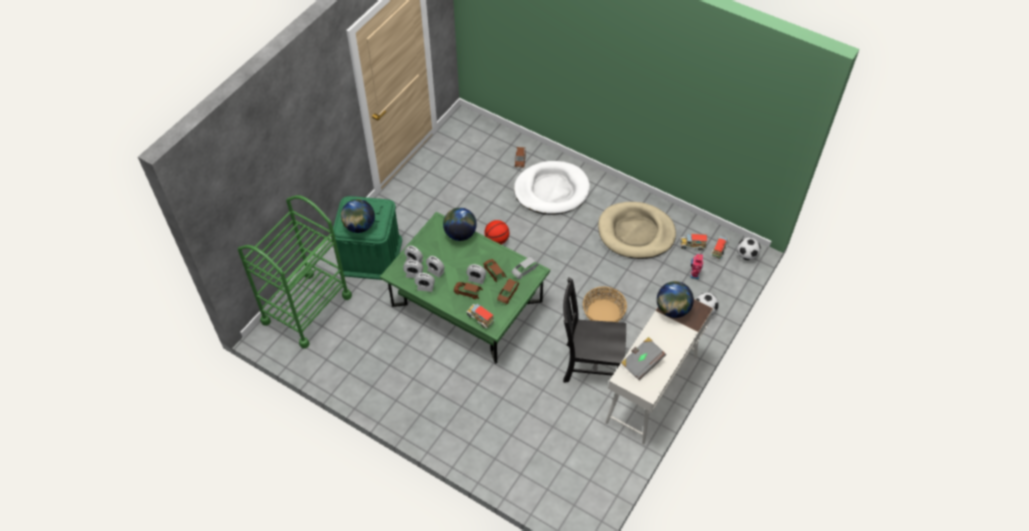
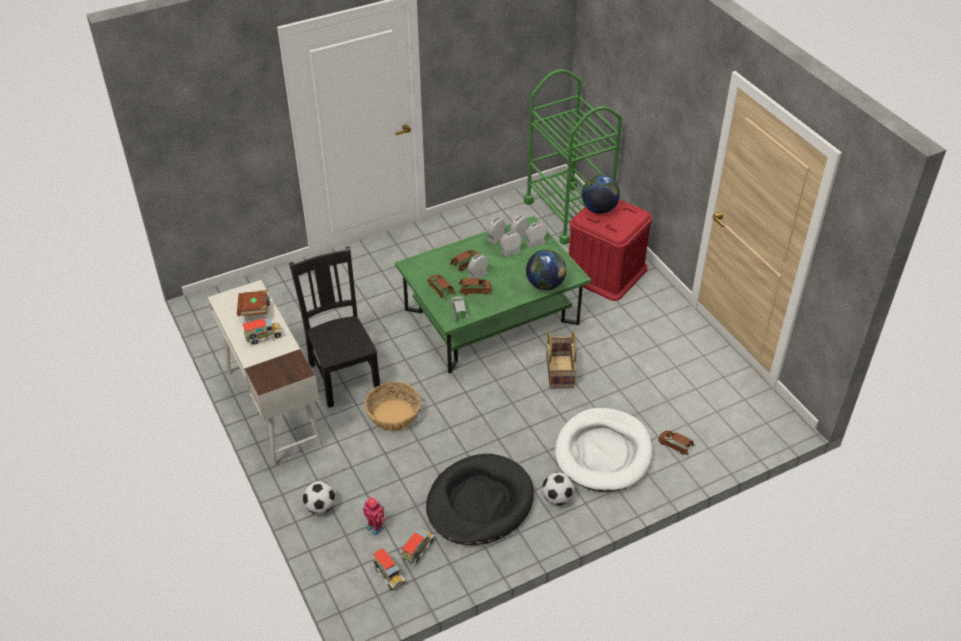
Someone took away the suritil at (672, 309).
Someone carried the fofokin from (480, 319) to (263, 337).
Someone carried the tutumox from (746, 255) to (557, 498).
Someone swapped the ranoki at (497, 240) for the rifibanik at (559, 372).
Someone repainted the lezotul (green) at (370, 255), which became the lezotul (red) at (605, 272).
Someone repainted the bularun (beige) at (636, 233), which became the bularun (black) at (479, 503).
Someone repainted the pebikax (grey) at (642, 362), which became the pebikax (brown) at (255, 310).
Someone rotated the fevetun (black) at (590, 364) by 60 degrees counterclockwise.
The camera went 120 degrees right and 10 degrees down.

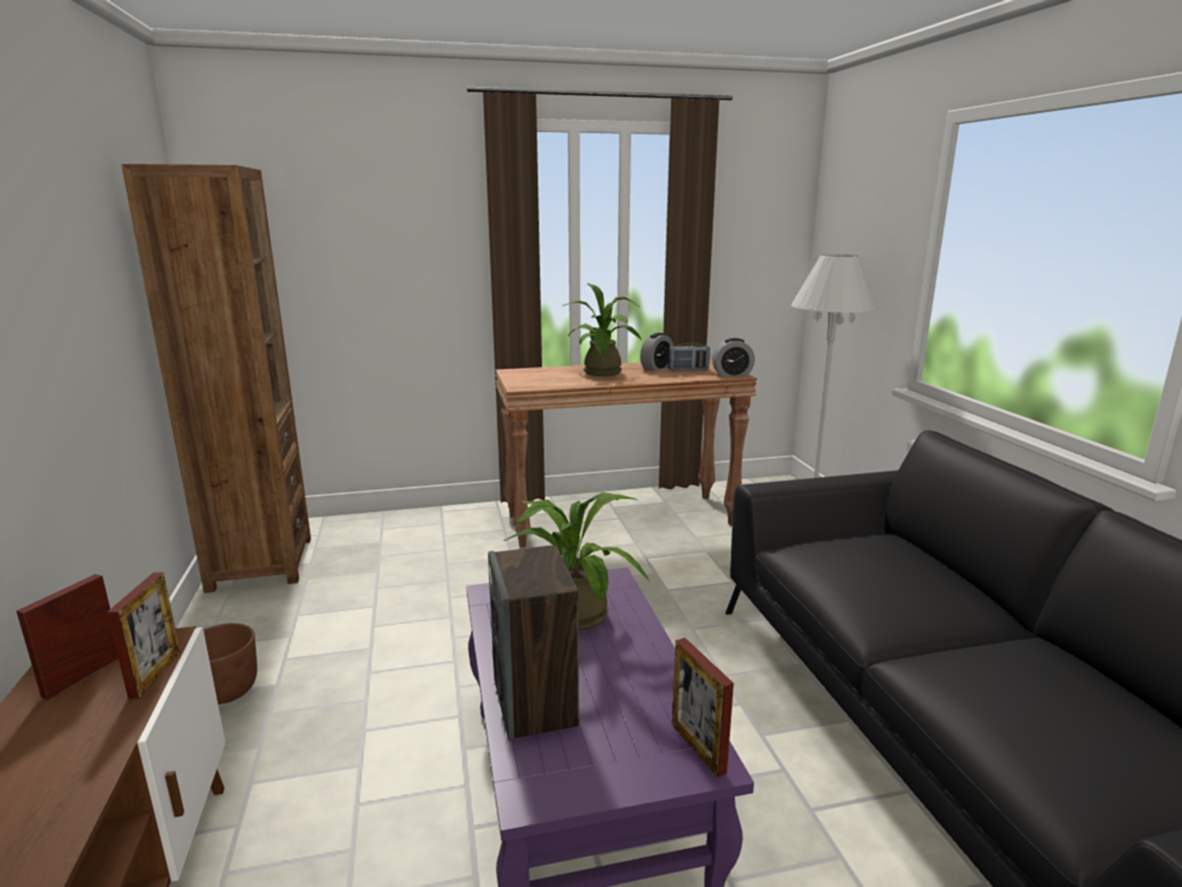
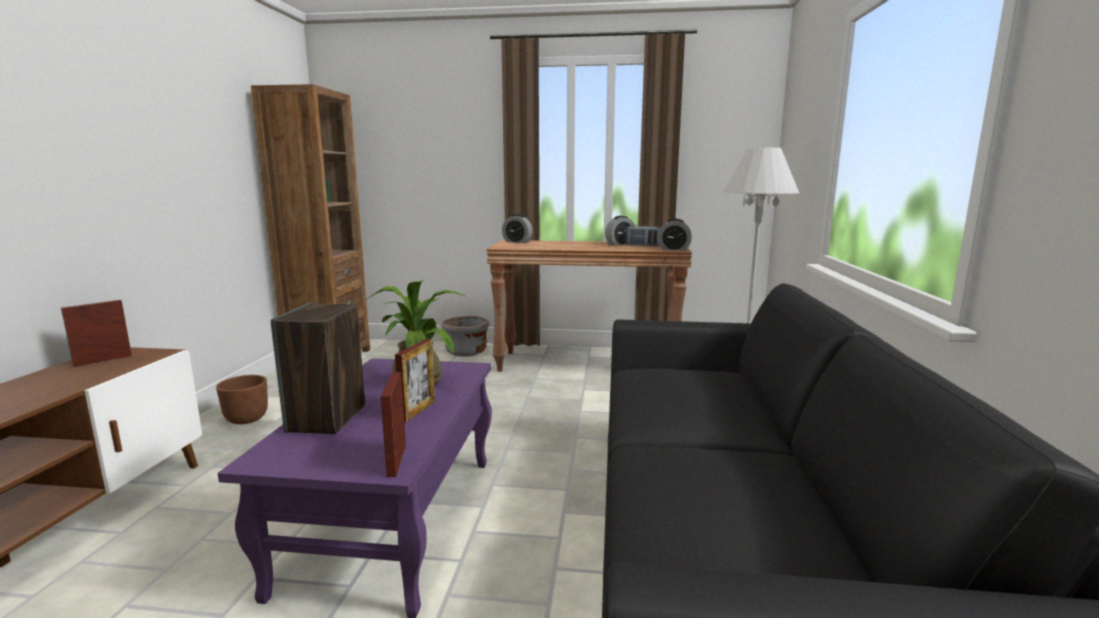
Someone took away the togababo at (603, 374).
Someone put down the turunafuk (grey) at (466, 352).
Someone put down the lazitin at (517, 242).
Someone carried the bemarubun from (155, 674) to (418, 411).
The camera went 20 degrees right and 5 degrees down.

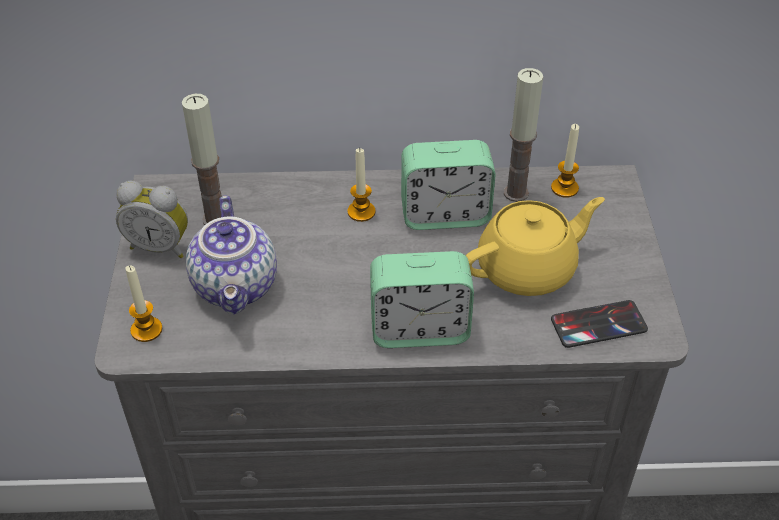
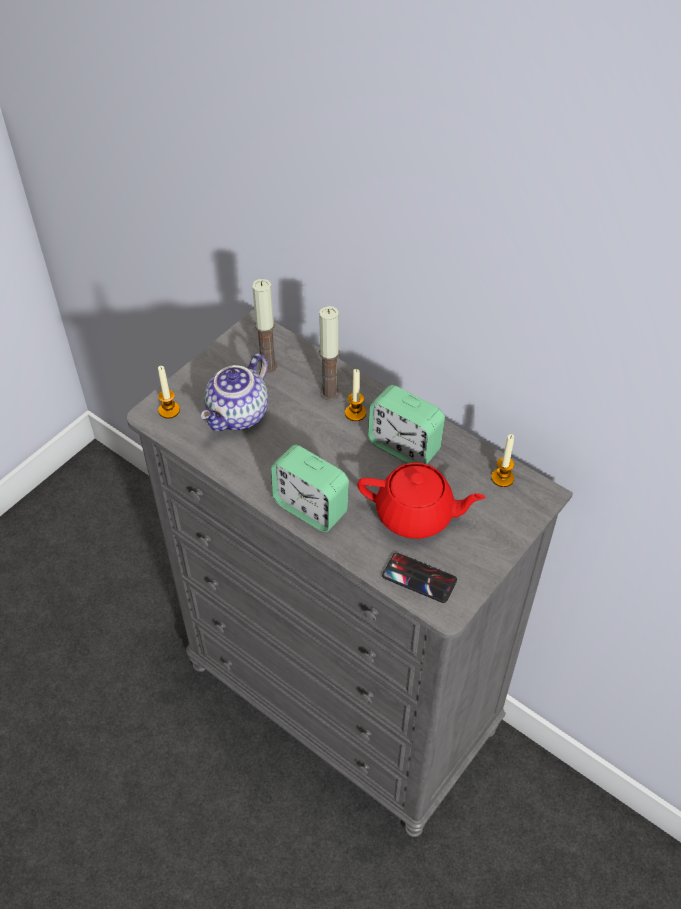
Someone took away the lazitin at (160, 246).
Someone carried the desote from (516, 193) to (329, 393).
Someone repainted the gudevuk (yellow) at (528, 269), which became the gudevuk (red) at (416, 515).
The camera went 40 degrees right and 5 degrees up.

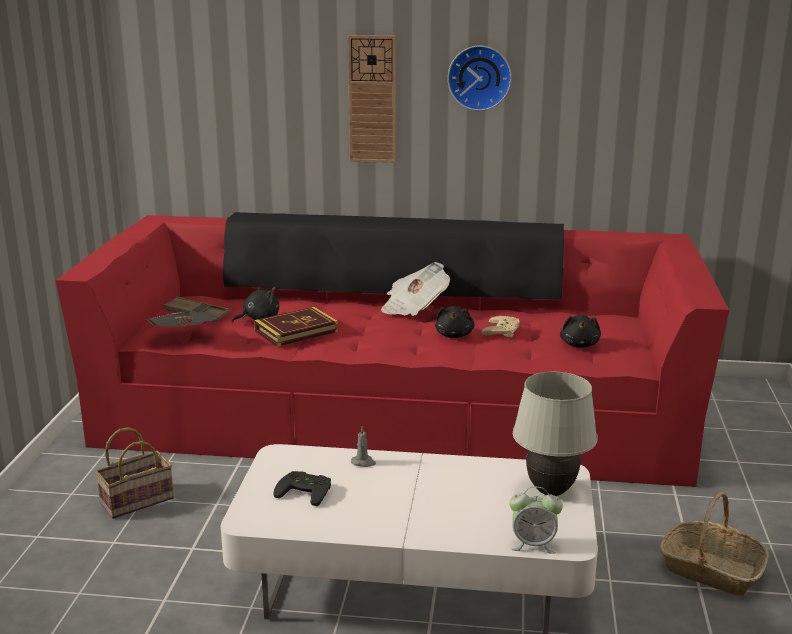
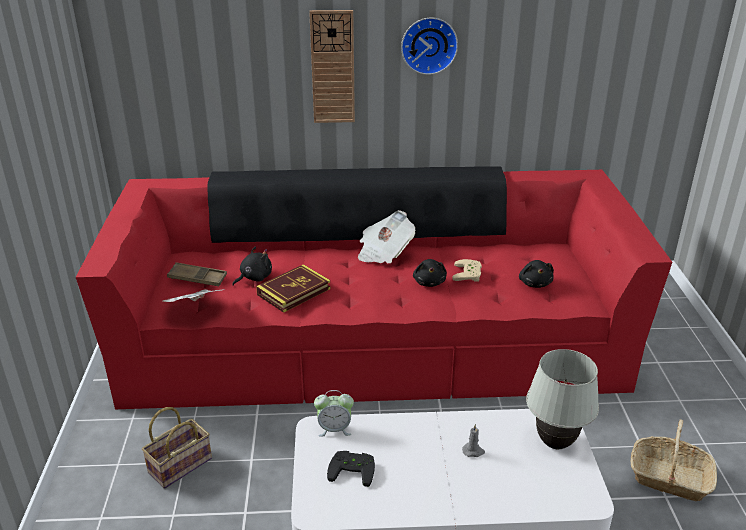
Someone carried the desote (grey) from (363, 462) to (473, 451).
Someone carried the lazitin from (533, 544) to (334, 429).
The camera went 10 degrees left and 10 degrees up.

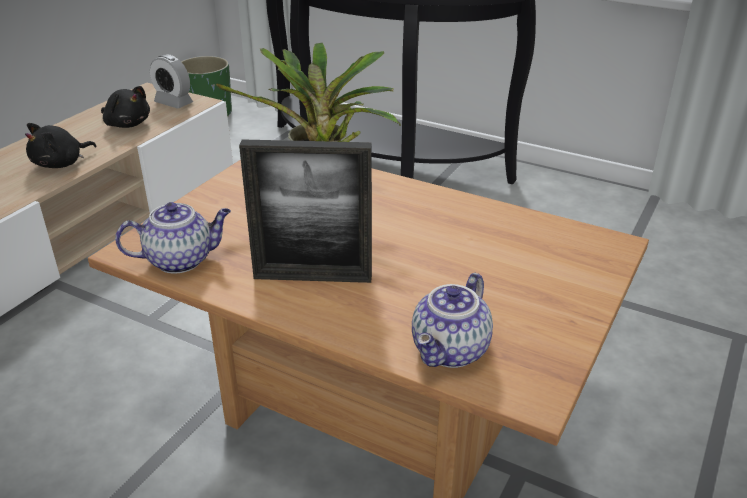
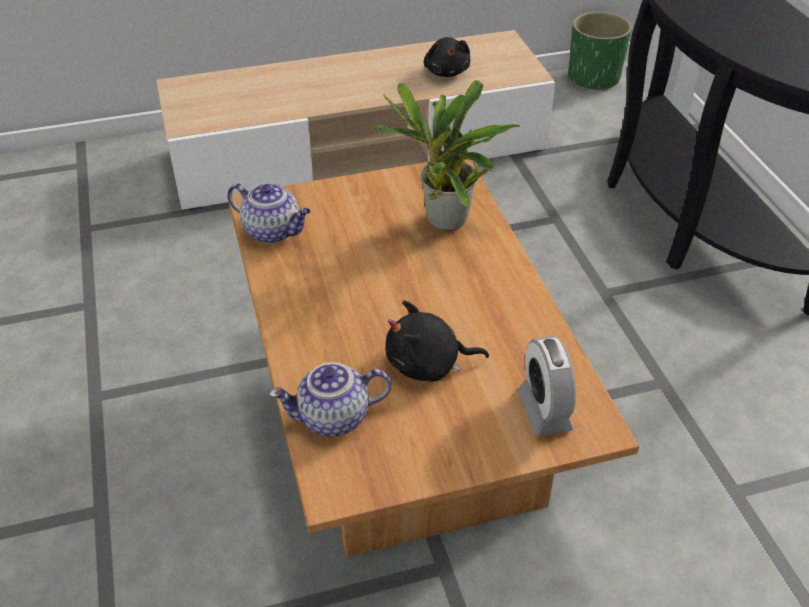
Someone took away the bemarubun at (312, 277).
Someone carried the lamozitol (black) from (61, 164) to (428, 364).
Someone carried the lazitin from (173, 103) to (544, 410).
The camera went 45 degrees right and 10 degrees up.

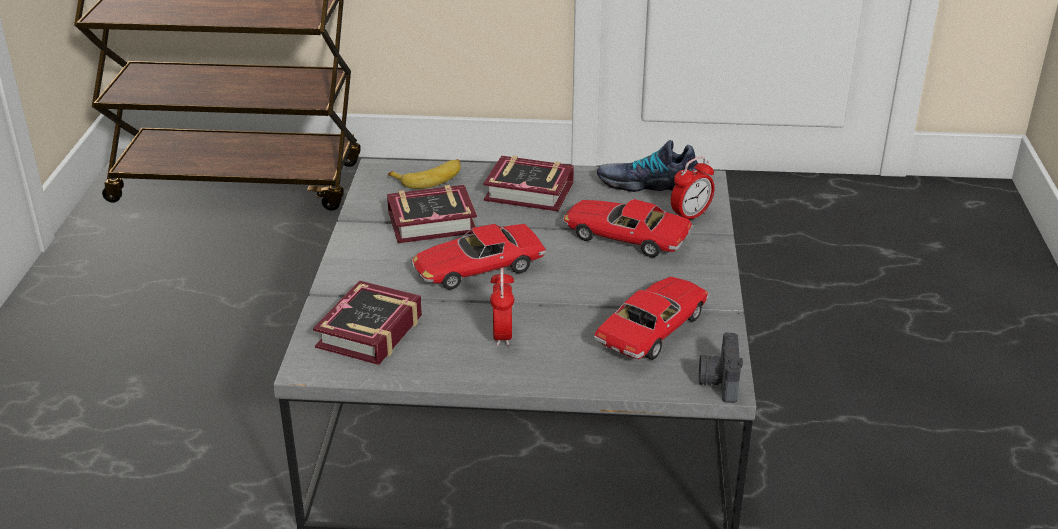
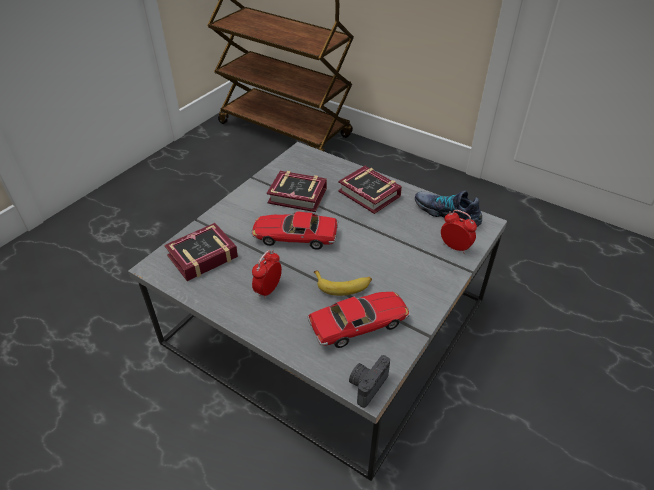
Someone took away the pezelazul at (625, 238).
Someone carried the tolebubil from (429, 178) to (343, 285).
Someone rotated the lazitin at (690, 216) by 135 degrees counterclockwise.
The camera went 30 degrees right and 10 degrees up.

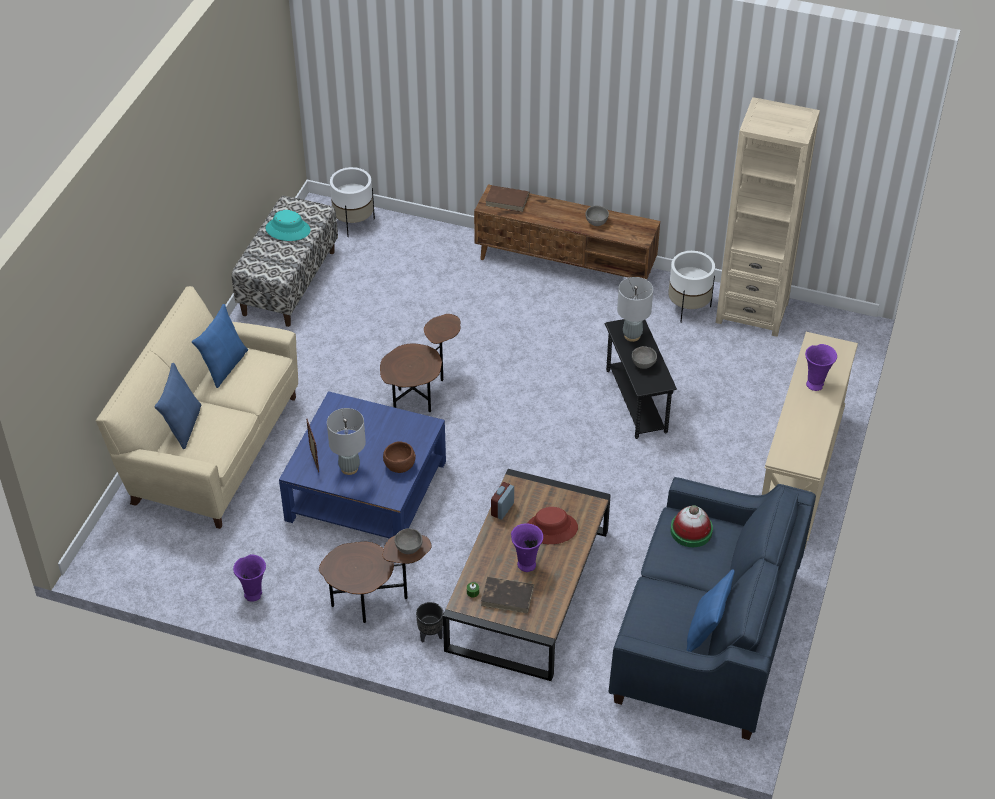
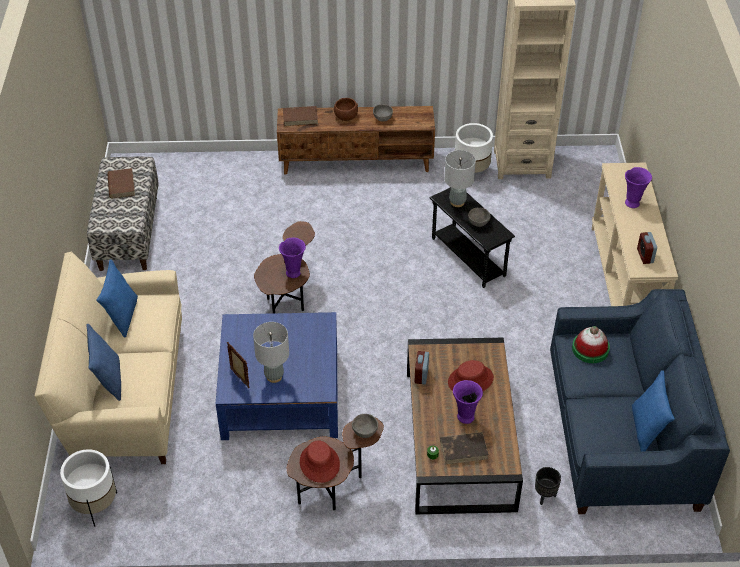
Someone put down the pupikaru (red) at (319, 463).
Someone put down the lazitin at (645, 256).
Someone carried the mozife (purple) from (254, 593) to (293, 272).
Someone carried the turunafuk (white) from (353, 223) to (95, 505).
Someone carried the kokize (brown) from (399, 465) to (345, 116).
Someone carried the turunafuk (black) from (431, 635) to (545, 496).
Someone swapped the pupikaru (turquoise) at (288, 229) for the pebikax (brown) at (121, 185).
The camera went 20 degrees left and 0 degrees up.

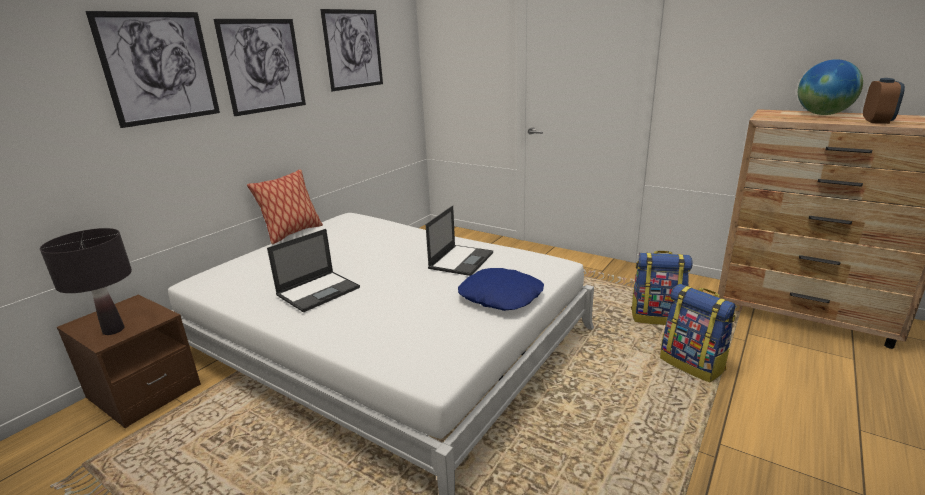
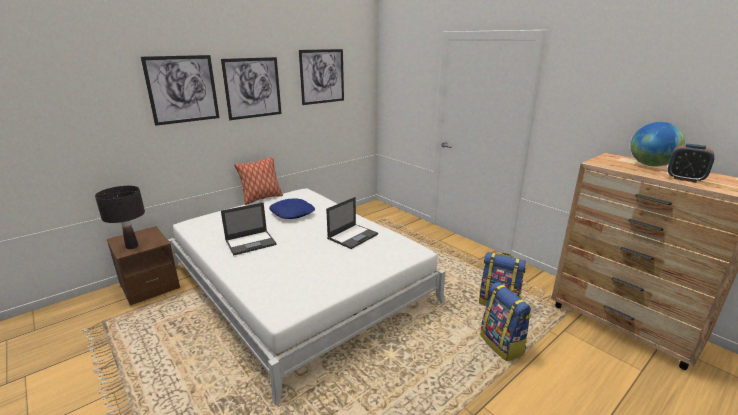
Someone carried the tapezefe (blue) from (501, 296) to (292, 213).
Someone rotated the lazitin at (877, 121) by 90 degrees clockwise.
The camera went 15 degrees right and 0 degrees up.

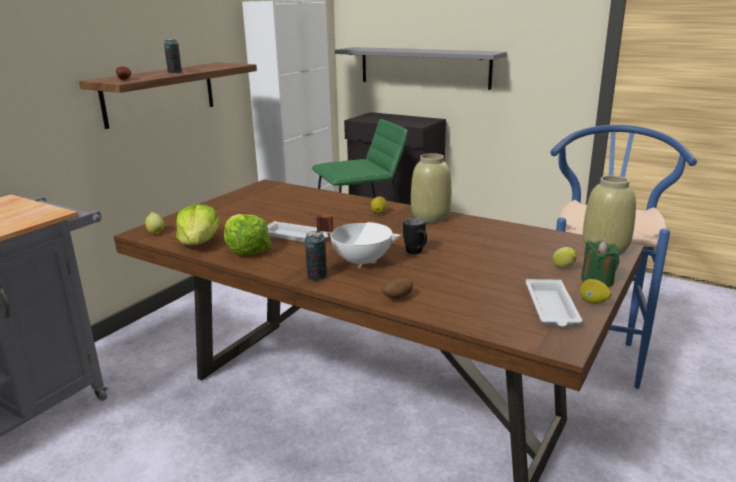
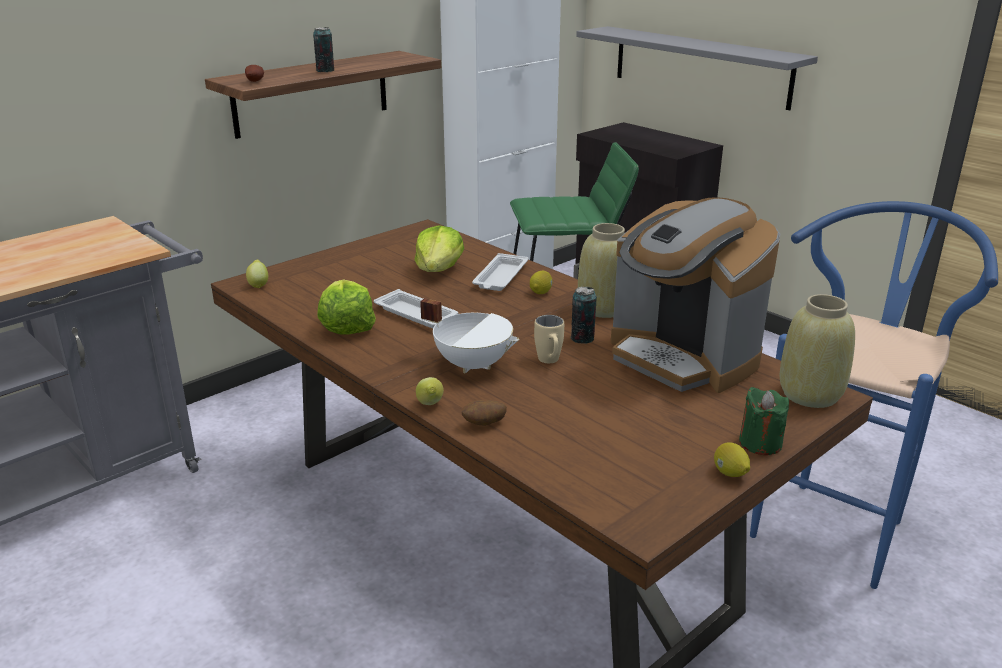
Someone put down the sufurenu at (682, 357).
Someone carried the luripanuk from (199, 243) to (439, 270).
Someone carried the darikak from (317, 276) to (582, 338).
Someone carried the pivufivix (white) from (551, 308) to (500, 277).
Someone carried the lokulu from (564, 268) to (430, 405).
Someone repainted the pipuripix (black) at (416, 253), which became the pipuripix (beige) at (550, 362).
The camera went 15 degrees right and 5 degrees up.

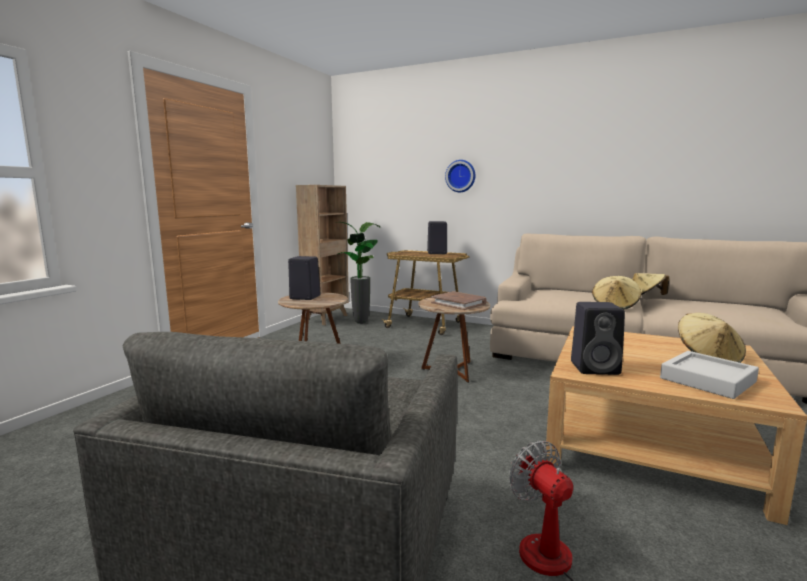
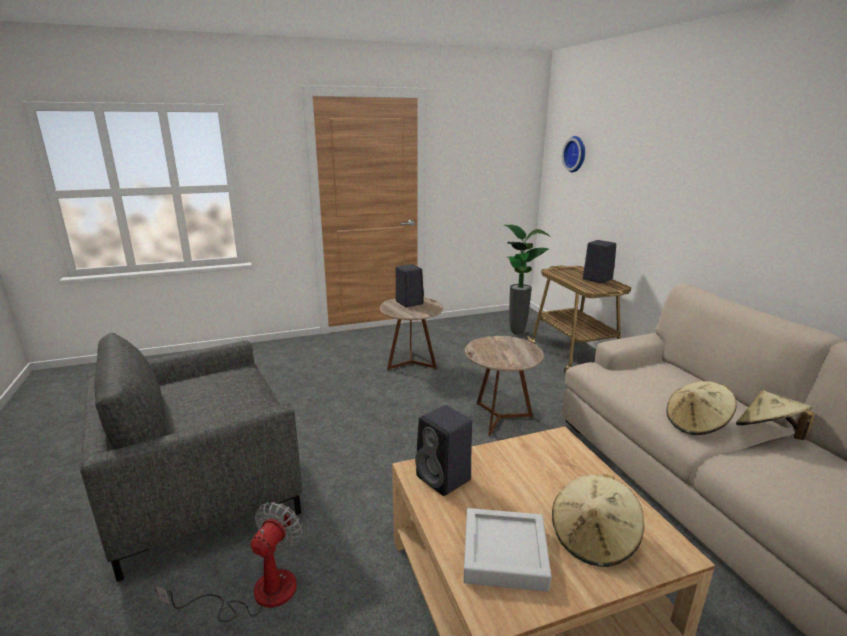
Someone took away the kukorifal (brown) at (327, 318).
Someone took away the pebikax (brown) at (458, 303).
Someone carried the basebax from (461, 176) to (576, 154).
The camera went 45 degrees right and 10 degrees up.

